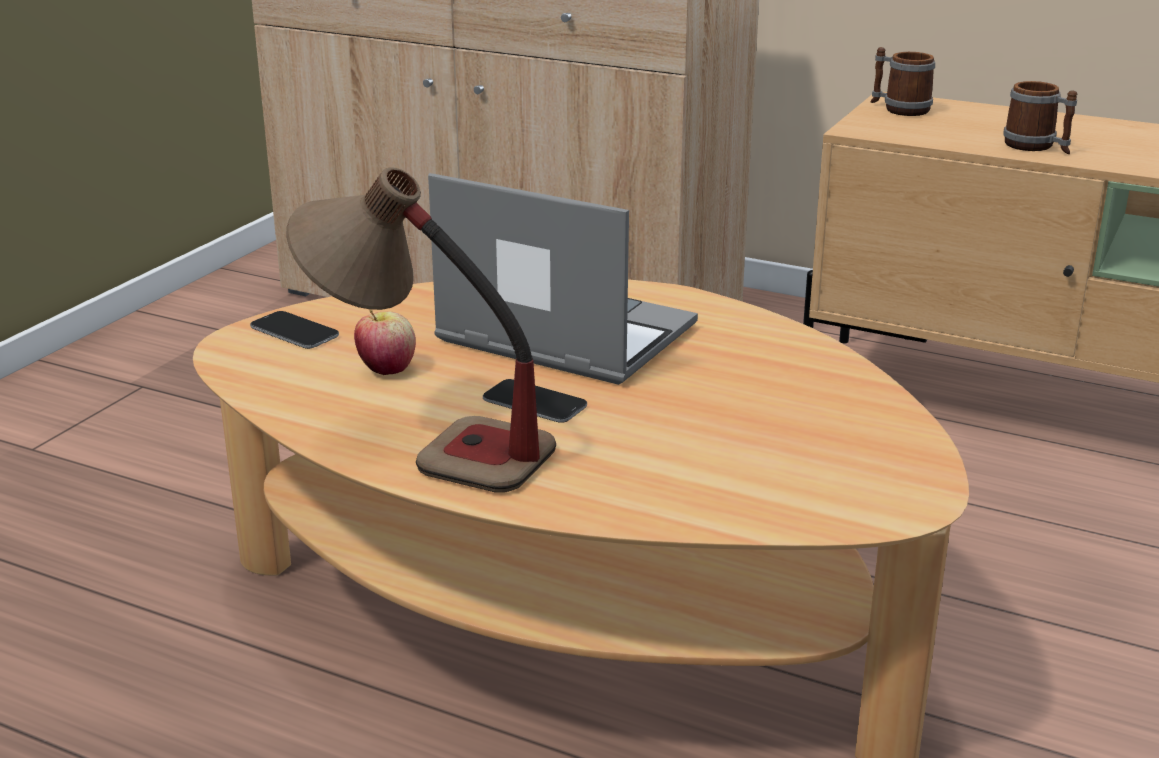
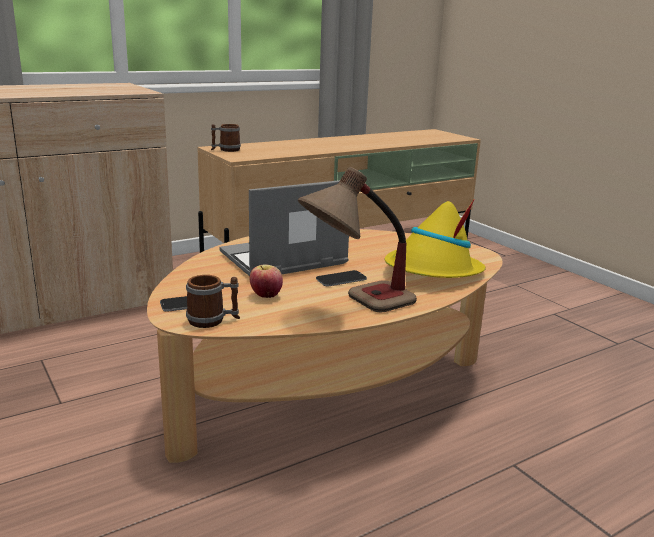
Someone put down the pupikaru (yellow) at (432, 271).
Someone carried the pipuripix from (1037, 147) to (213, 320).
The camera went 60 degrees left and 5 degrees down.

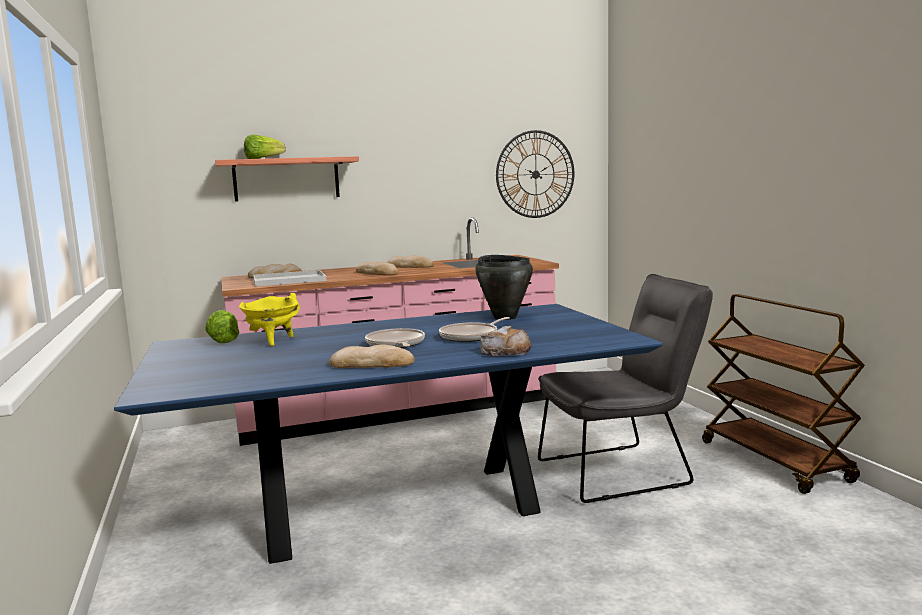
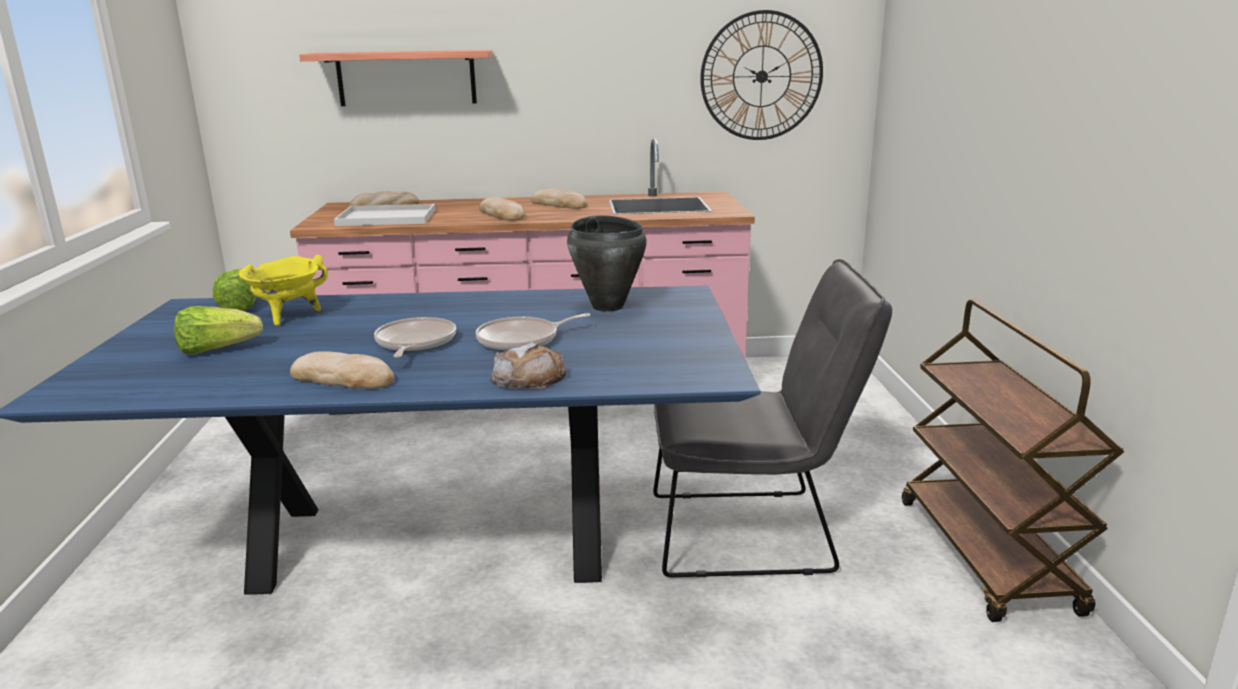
Someone carried the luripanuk from (263, 159) to (217, 350).
The camera went 15 degrees right and 10 degrees up.

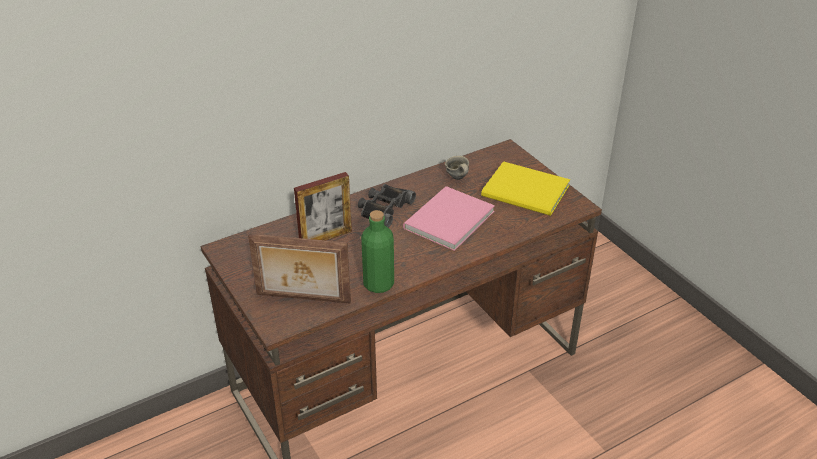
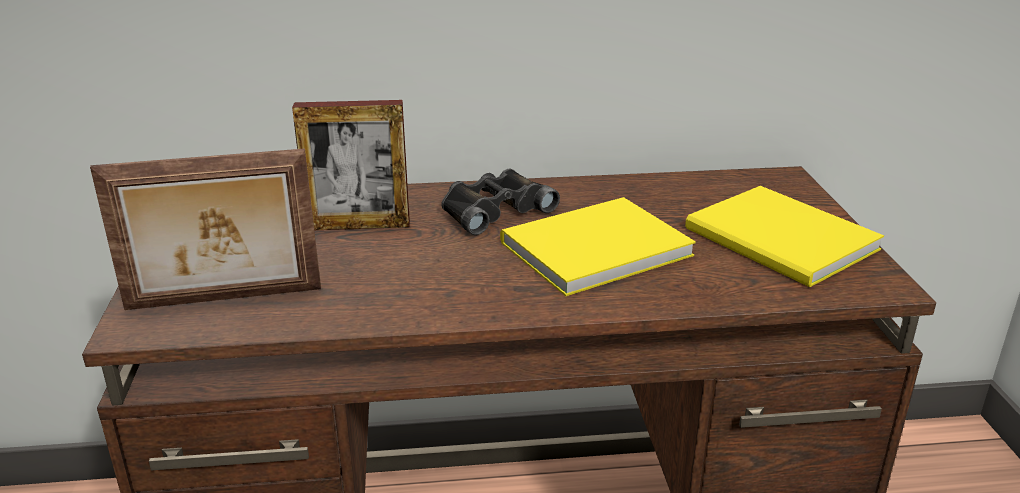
Someone took away the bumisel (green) at (378, 284).
Someone took away the pipuripix (grey) at (456, 179).
Someone repainted the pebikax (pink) at (446, 220), which became the pebikax (yellow) at (589, 248).
Someone rotated the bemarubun at (303, 299) by 45 degrees counterclockwise.
The camera went 25 degrees right and 10 degrees down.

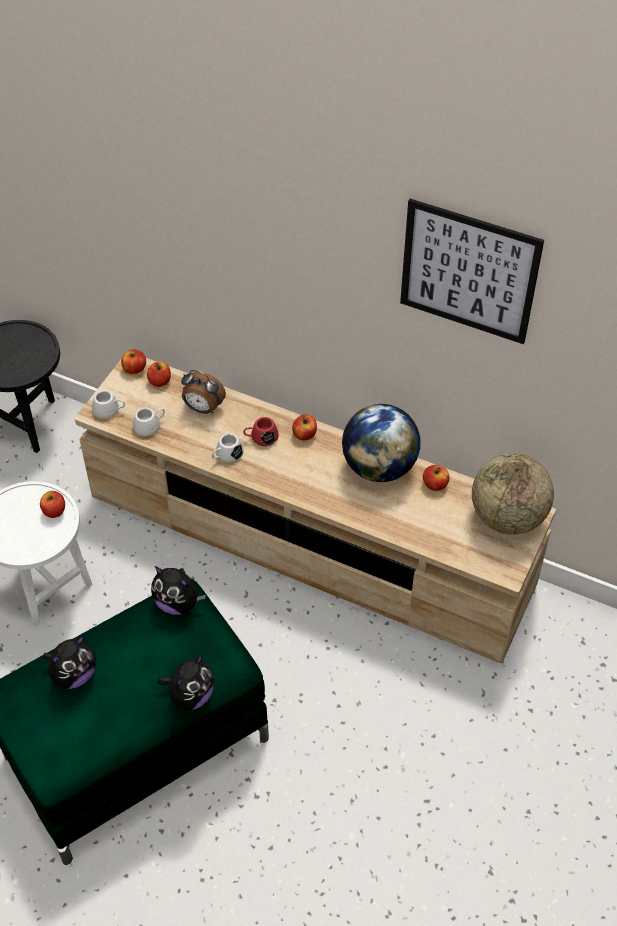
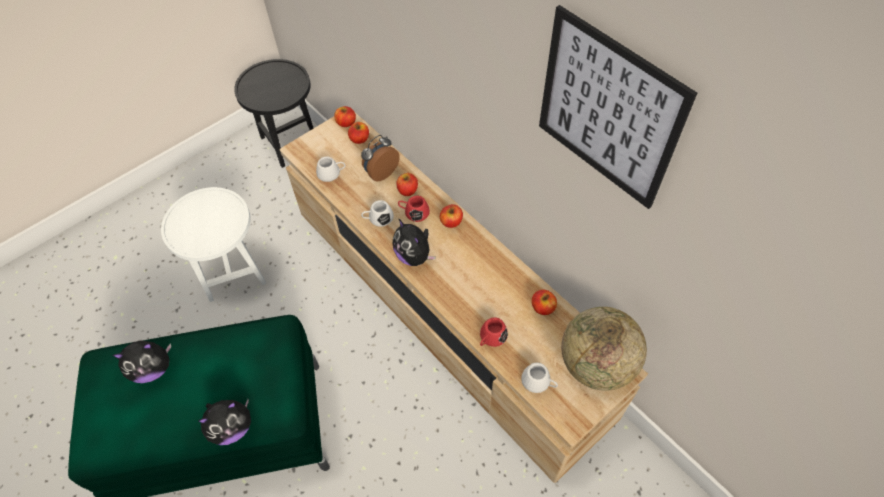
Someone took away the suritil at (379, 467).
Someone put down the pipuripix (red) at (491, 338).
Someone carried the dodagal from (54, 511) to (407, 190).
Someone carried the pipuripix (white) from (109, 410) to (539, 382).
Someone carried the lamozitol from (178, 603) to (414, 256).
Someone rotated the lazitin at (203, 408) by 90 degrees clockwise.
The camera went 25 degrees right and 5 degrees up.

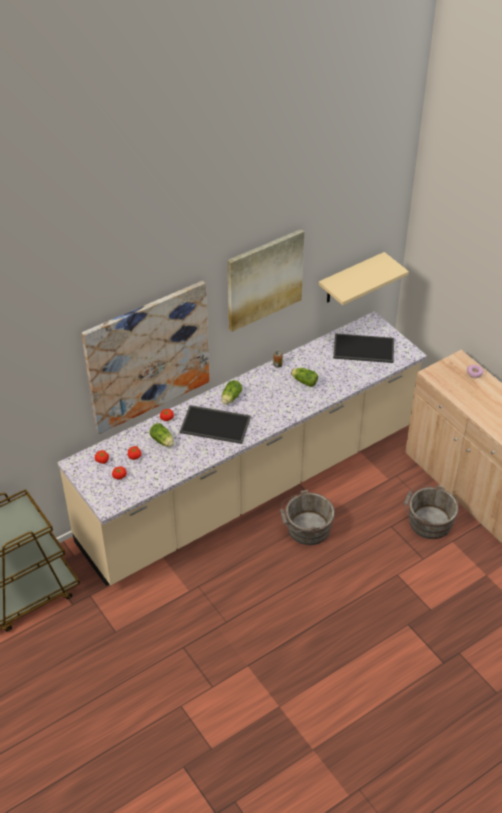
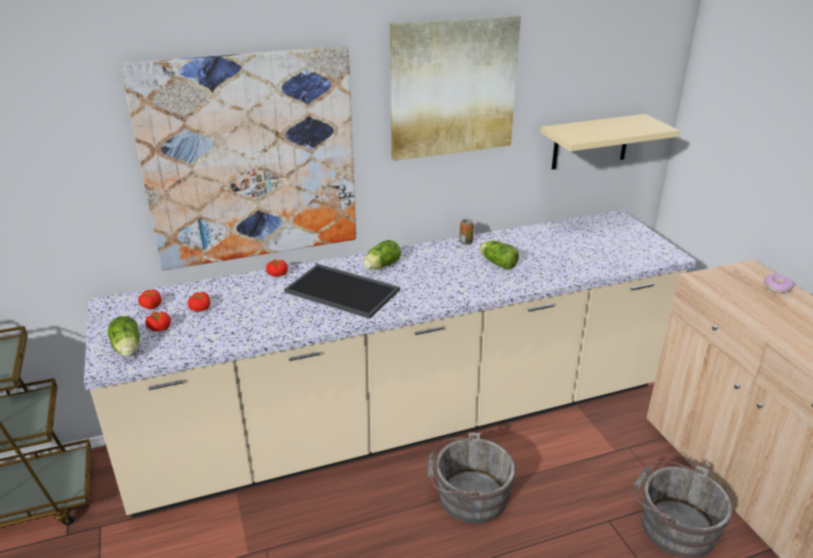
Someone took away the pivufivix at (363, 349).
Someone carried the luripanuk from (163, 441) to (127, 349).
The camera went 15 degrees right and 15 degrees down.

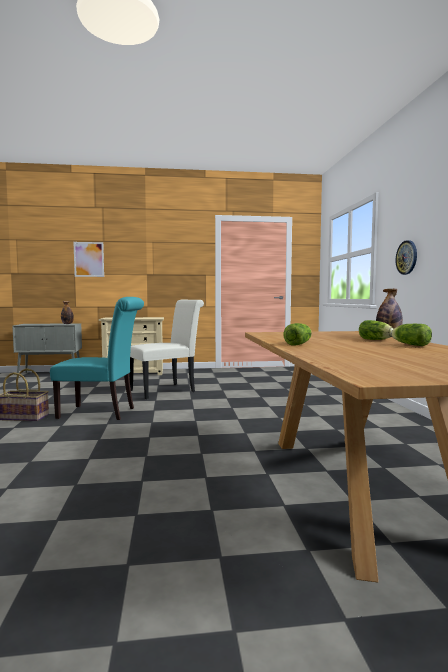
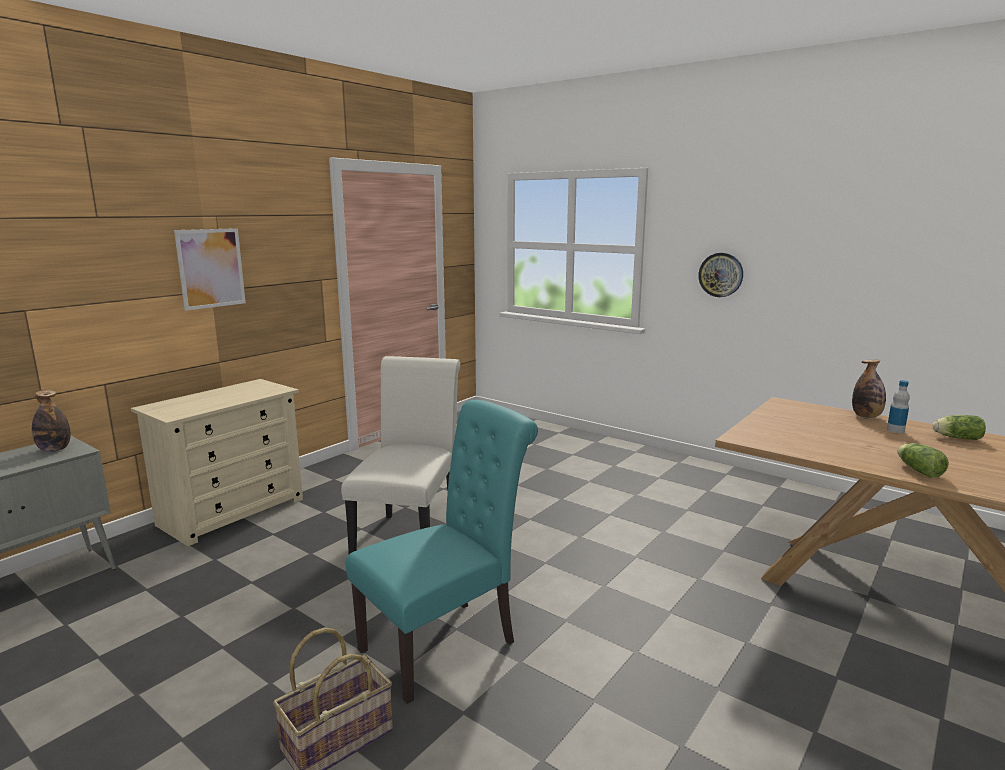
Someone carried the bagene from (89, 259) to (211, 268).
Someone swapped the luripanuk at (376, 340) for the bumisel at (895, 430).
The camera went 45 degrees left and 10 degrees up.

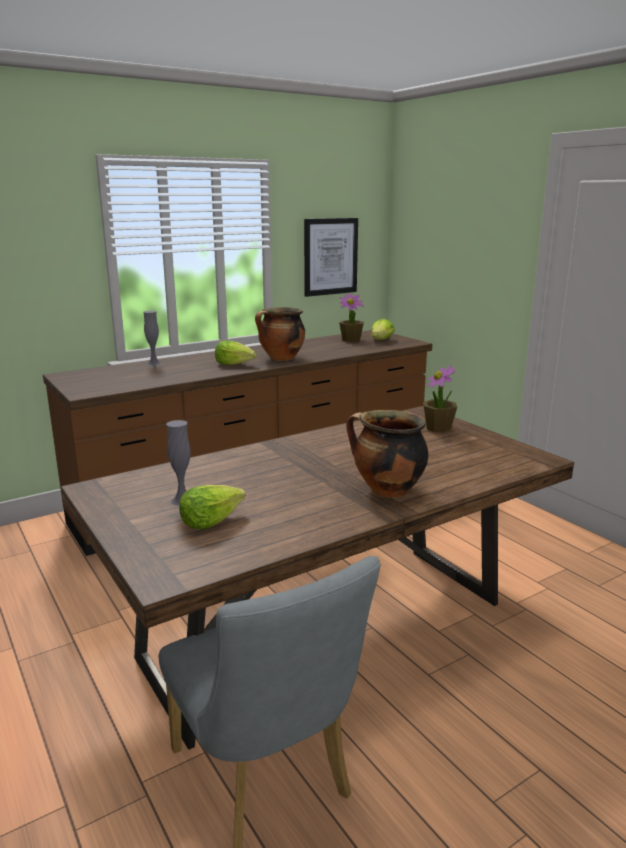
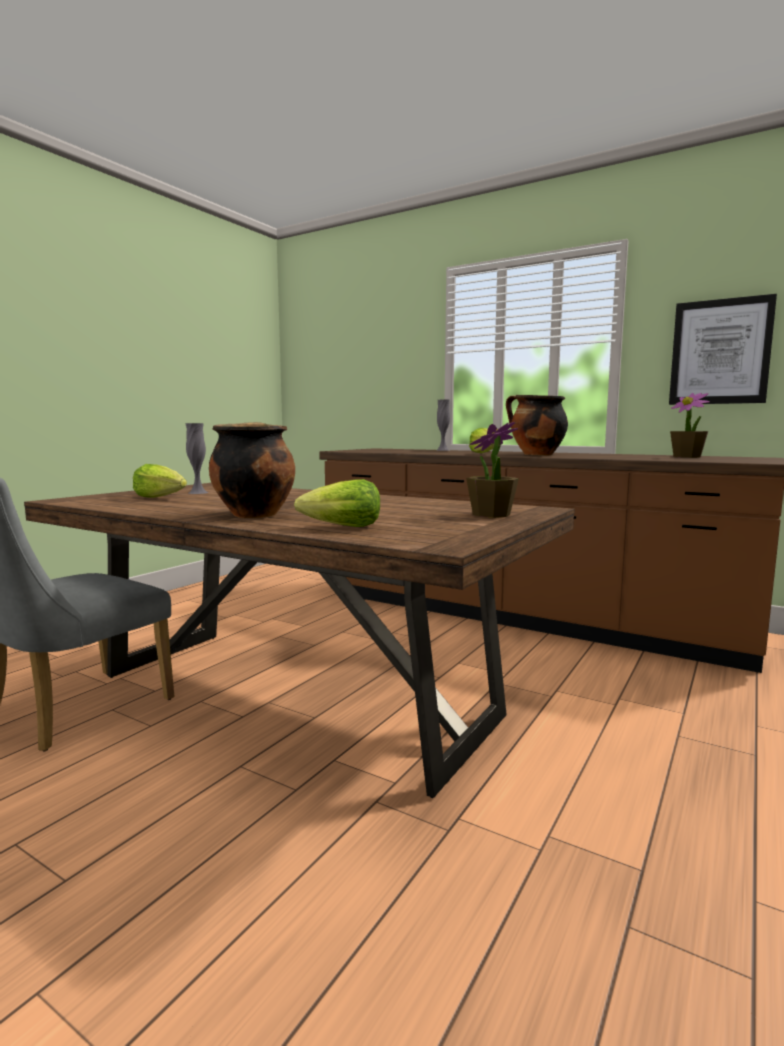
Someone carried the luripanuk from (381, 340) to (342, 527).
The camera went 65 degrees right and 10 degrees down.

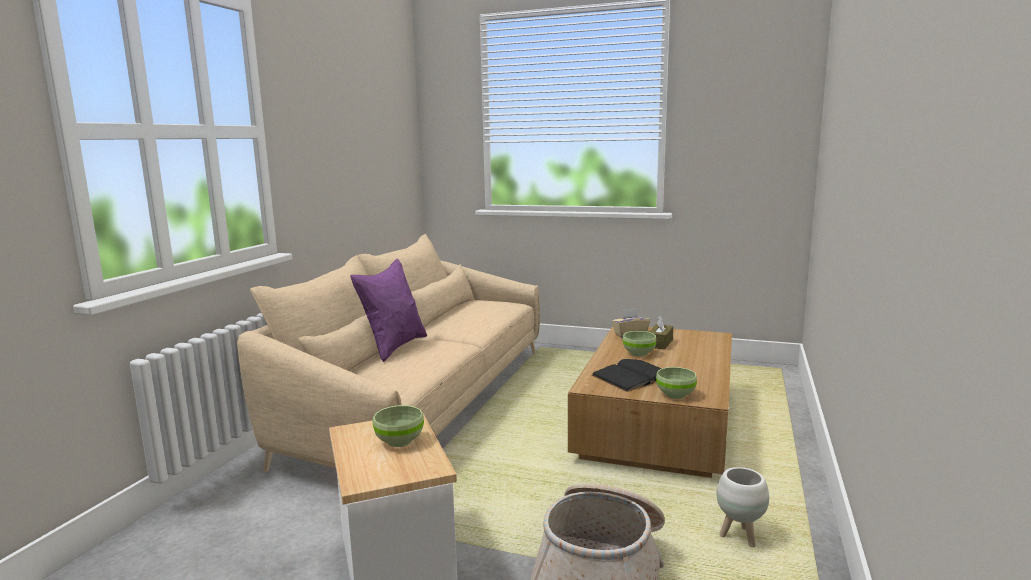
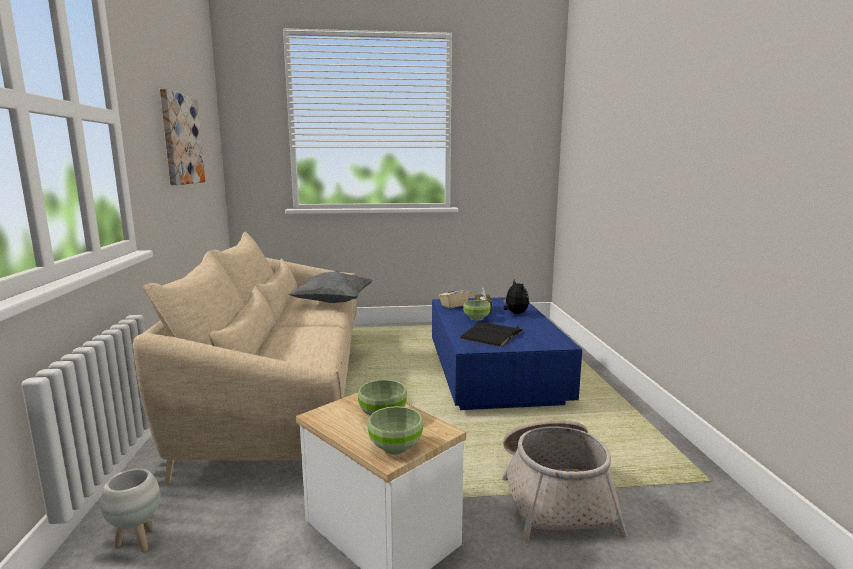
Someone took away the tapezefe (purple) at (393, 347).
Someone put up the bagene at (181, 139).
Someone put down the tapezefe (grey) at (333, 302).
Someone put down the lamozitol at (515, 313).
Someone carried the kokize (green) from (676, 395) to (396, 447).
Someone carried the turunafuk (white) from (739, 537) to (137, 541).
Someone repainted the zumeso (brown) at (657, 423), which became the zumeso (blue) at (493, 372).
The camera went 25 degrees left and 0 degrees up.

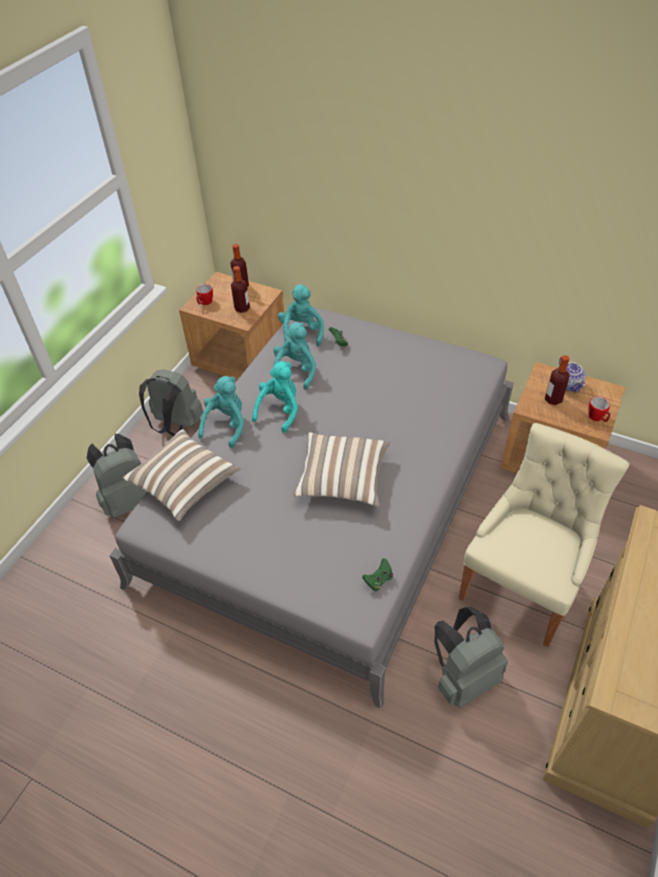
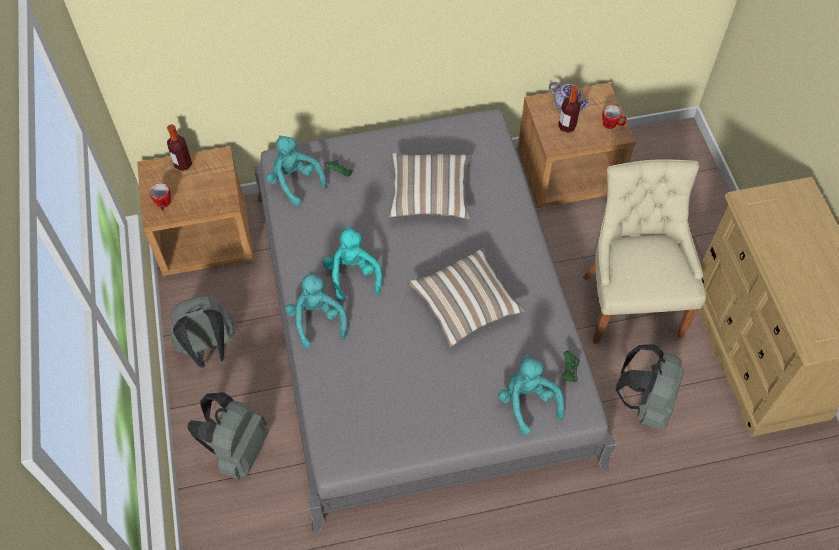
Someone took away the bumisel at (242, 308).
Someone carried the tapezefe from (184, 484) to (430, 195).
Someone carried the lamozitol (turquoise) from (295, 371) to (528, 402).
The camera went 40 degrees left and 10 degrees up.

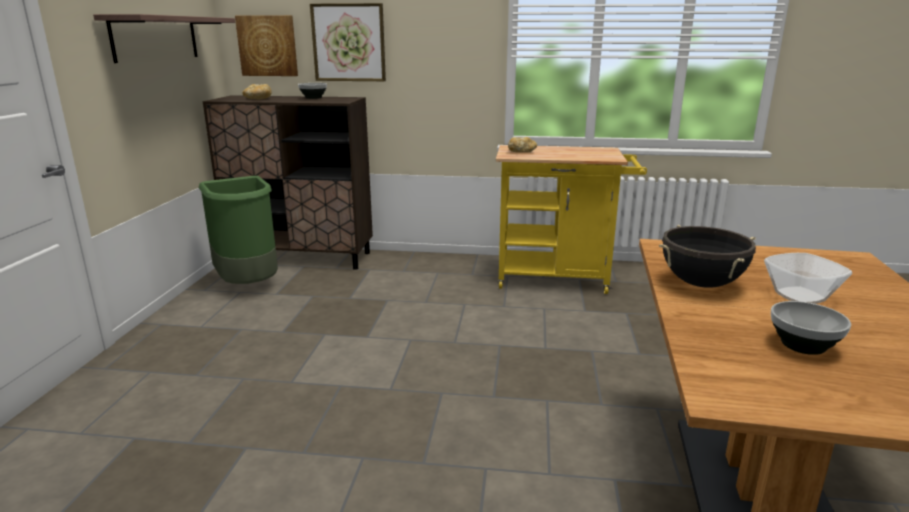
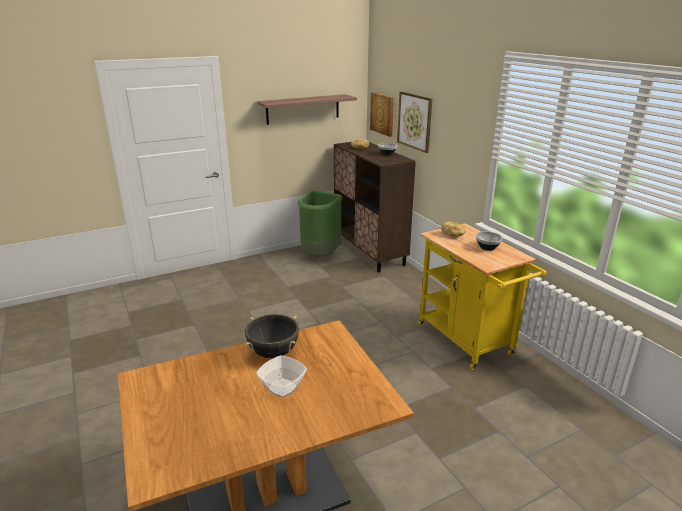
Someone carried the kokize from (803, 346) to (487, 247).
The camera went 55 degrees right and 5 degrees up.

